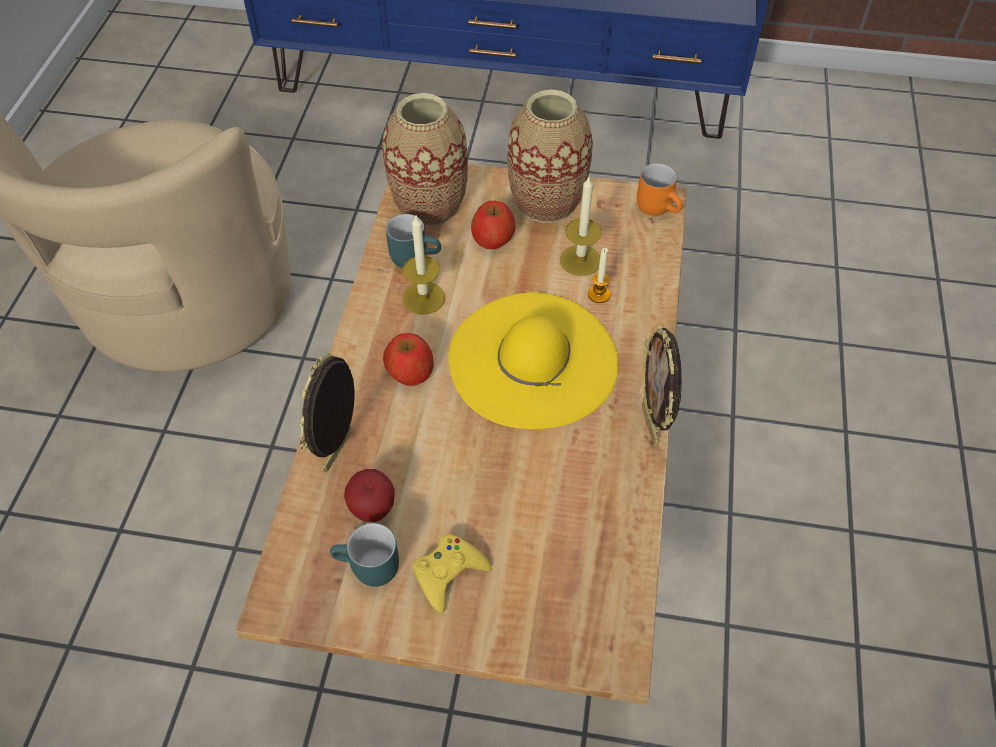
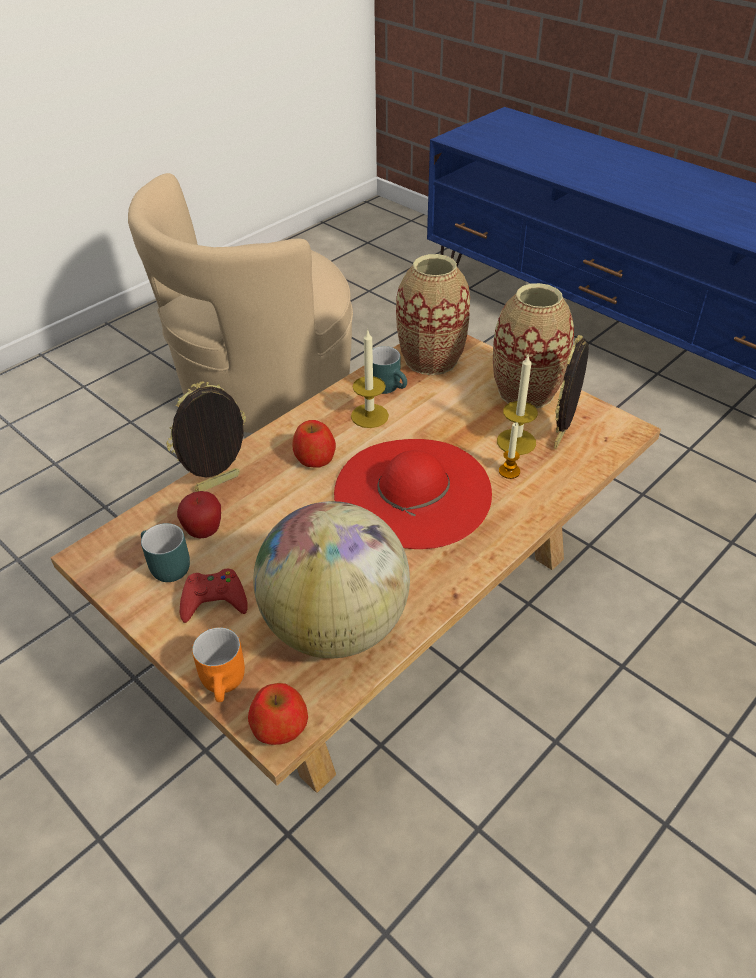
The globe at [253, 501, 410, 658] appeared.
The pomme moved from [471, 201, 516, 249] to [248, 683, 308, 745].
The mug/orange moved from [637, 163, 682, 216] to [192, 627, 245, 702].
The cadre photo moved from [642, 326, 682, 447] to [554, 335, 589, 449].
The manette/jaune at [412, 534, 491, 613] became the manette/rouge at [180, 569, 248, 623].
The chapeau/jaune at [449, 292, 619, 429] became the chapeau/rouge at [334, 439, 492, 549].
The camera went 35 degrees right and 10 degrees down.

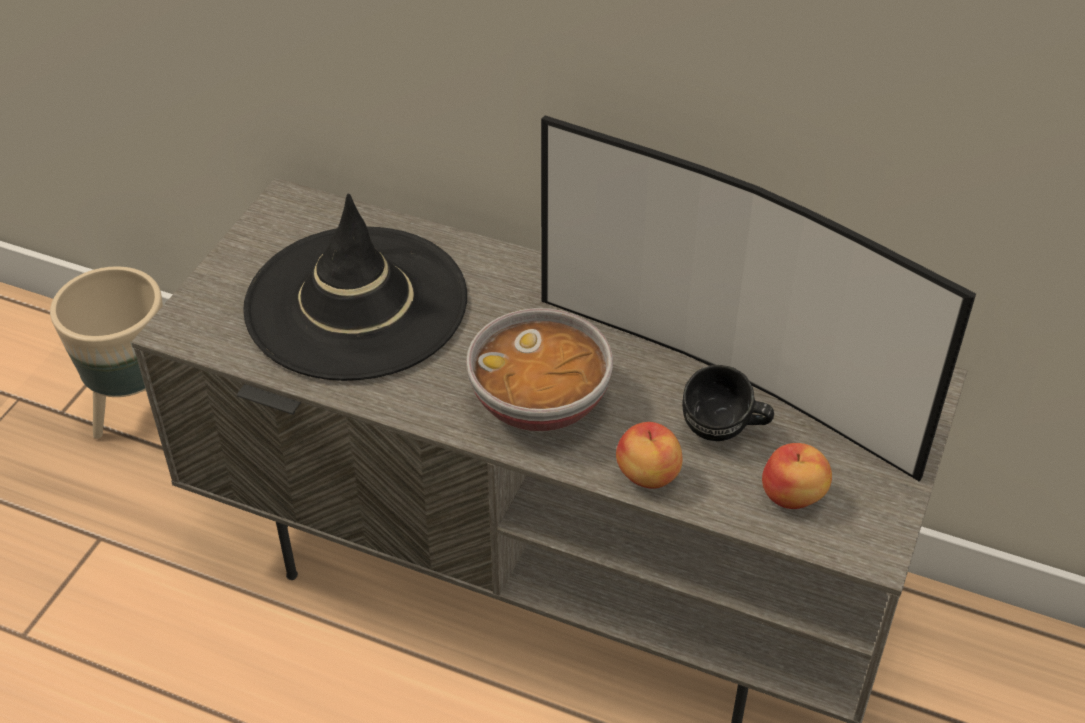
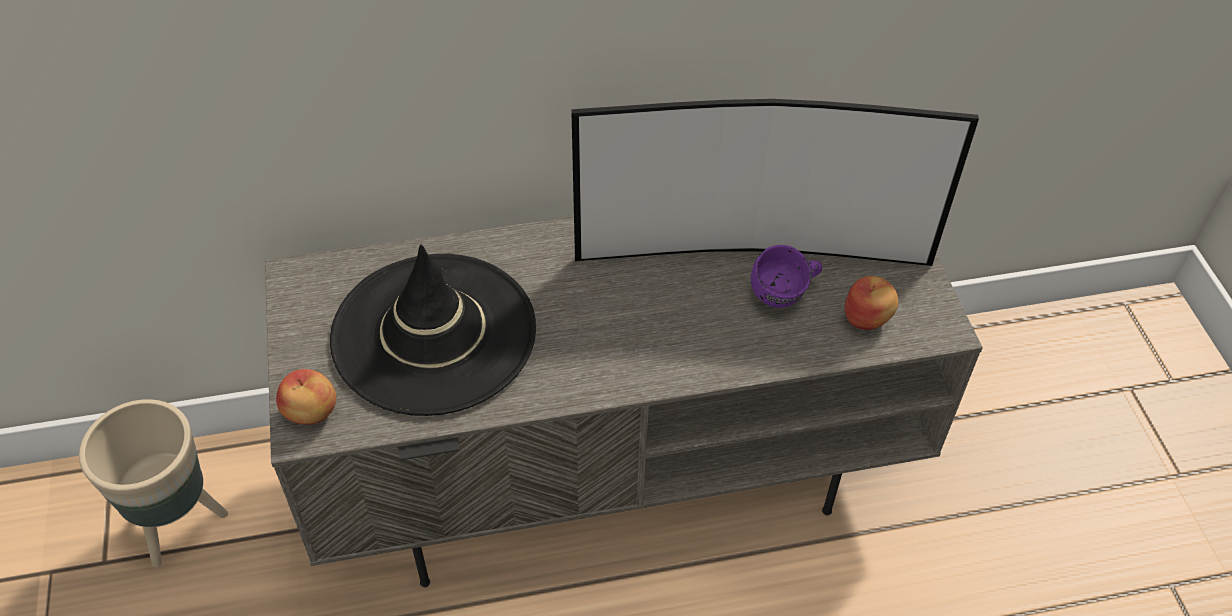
The bol at [466, 308, 613, 432] disappeared.
The pomme moved from [616, 422, 682, 489] to [276, 369, 337, 425].
The mug/noir at [682, 365, 774, 441] became the mug/violet at [751, 245, 822, 308].
The camera went 35 degrees left and 5 degrees up.

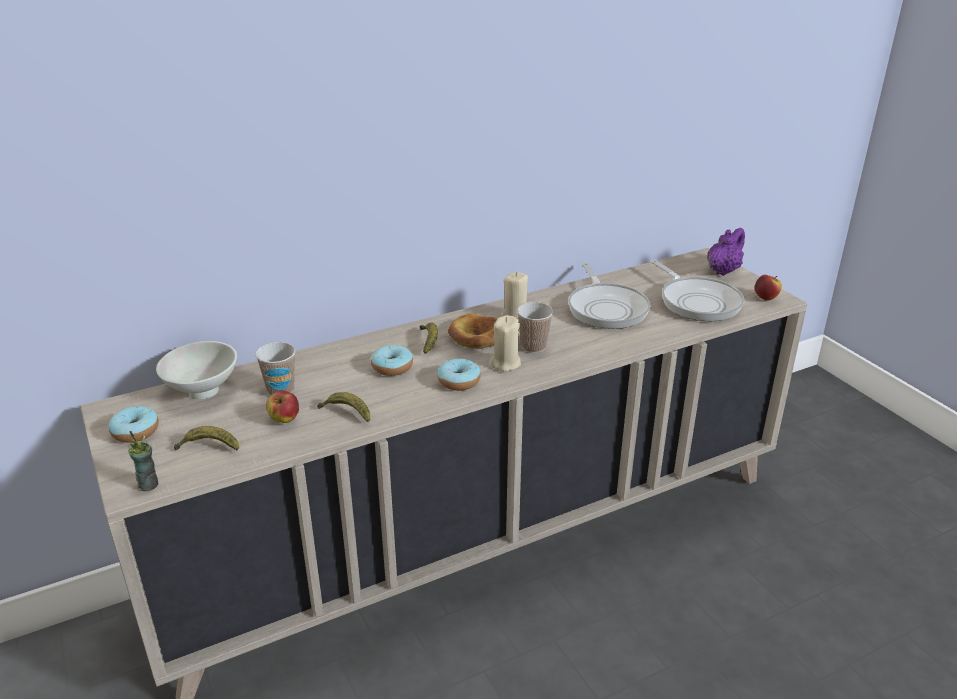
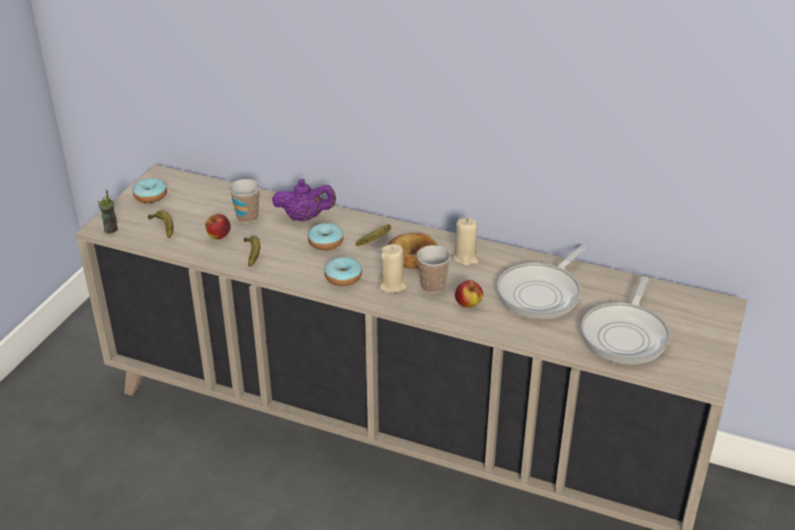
The bol/blanc at [156, 341, 237, 399] disappeared.
The théière/violet moved from [707, 228, 745, 276] to [272, 179, 336, 221].
The pomme moved from [755, 275, 782, 301] to [455, 280, 483, 308].
The camera went 50 degrees right and 5 degrees up.

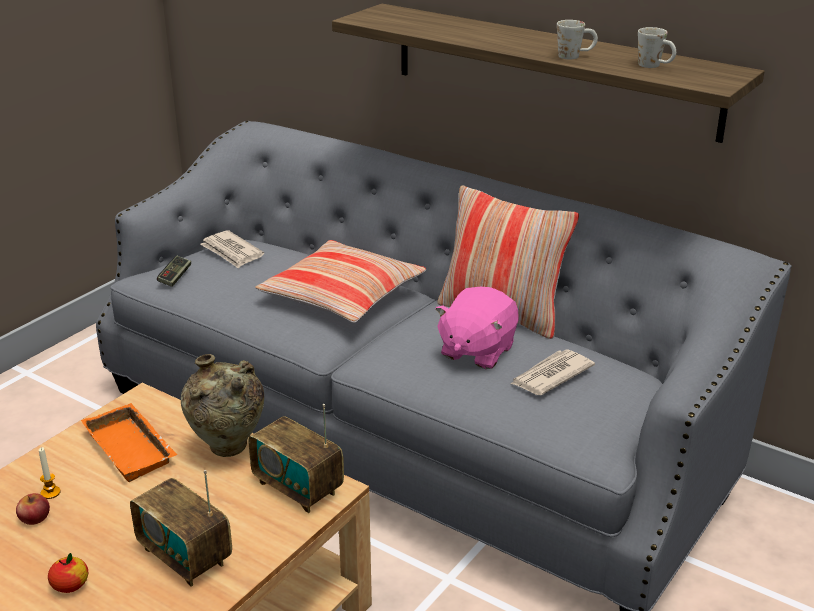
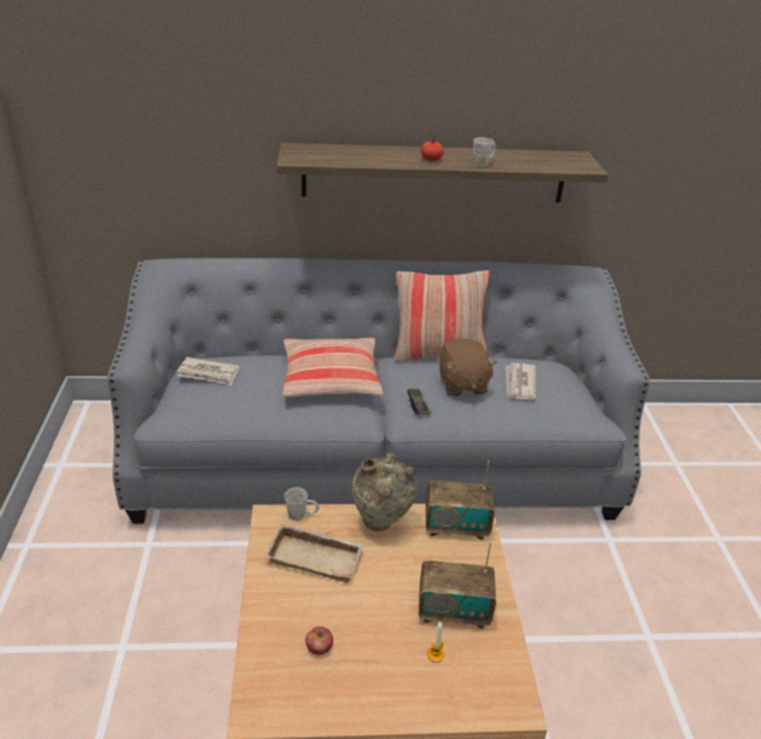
The bougie moved from [39, 447, 60, 499] to [427, 622, 444, 662].
The pomme moved from [48, 553, 88, 593] to [421, 136, 444, 161].
The manette moved from [157, 256, 191, 287] to [407, 388, 431, 415].
The mug/blanc moved from [638, 27, 676, 68] to [285, 487, 319, 521].
The plateau/orange at [81, 403, 178, 482] became the plateau/beige at [265, 524, 364, 583].
The peluche/rose at [435, 287, 519, 369] became the peluche/marron at [439, 338, 497, 397].
The camera went 40 degrees left and 5 degrees up.

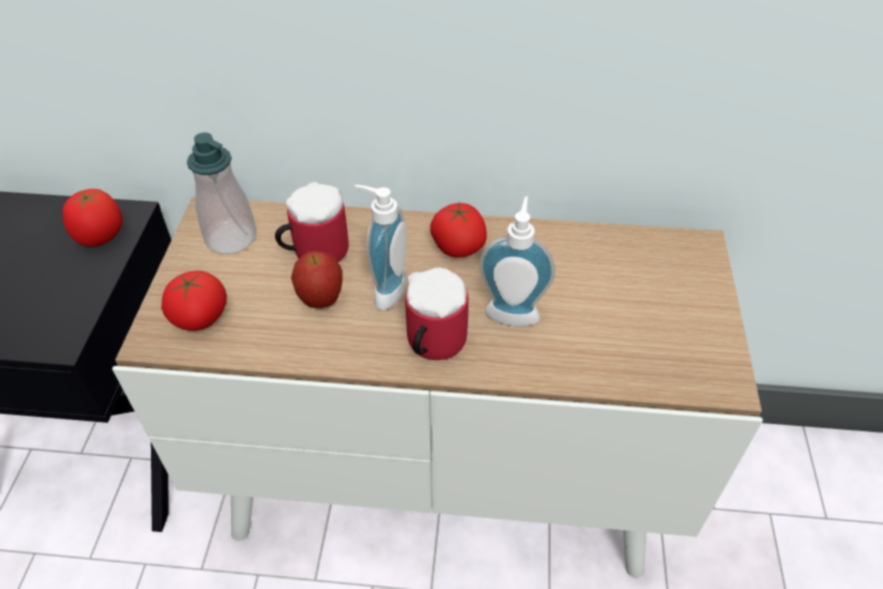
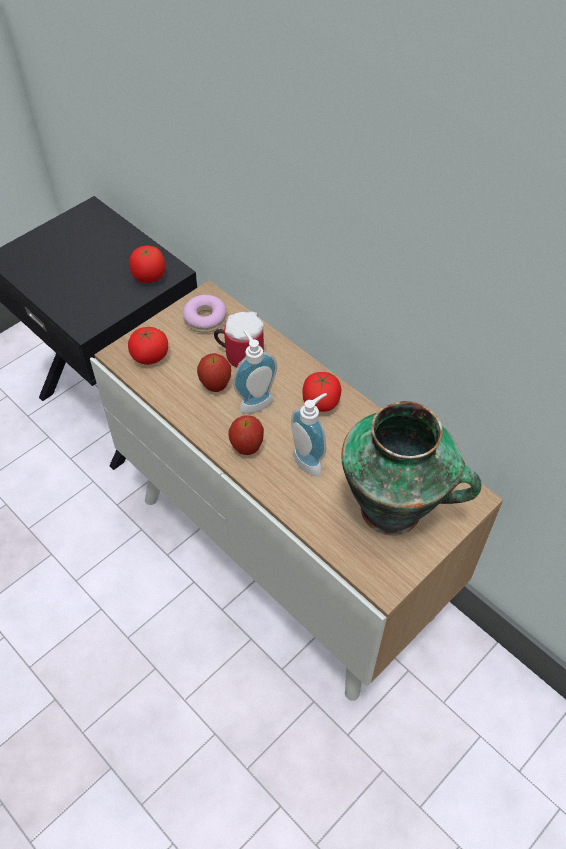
The vase at [341, 401, 482, 535] appeared.
The distributeur de savon at [187, 133, 257, 254] was replaced by the beignet at [183, 295, 226, 333].
The mug at [405, 267, 469, 360] was replaced by the pomme at [228, 415, 264, 455].
The camera went 40 degrees right and 5 degrees up.

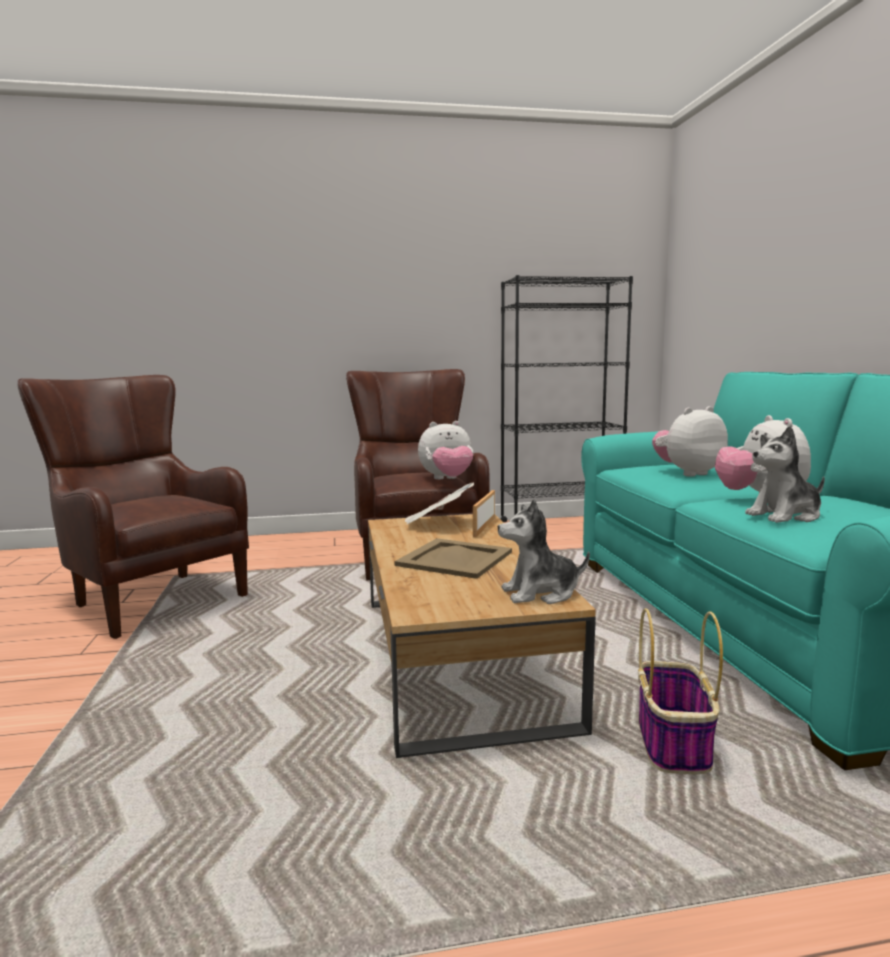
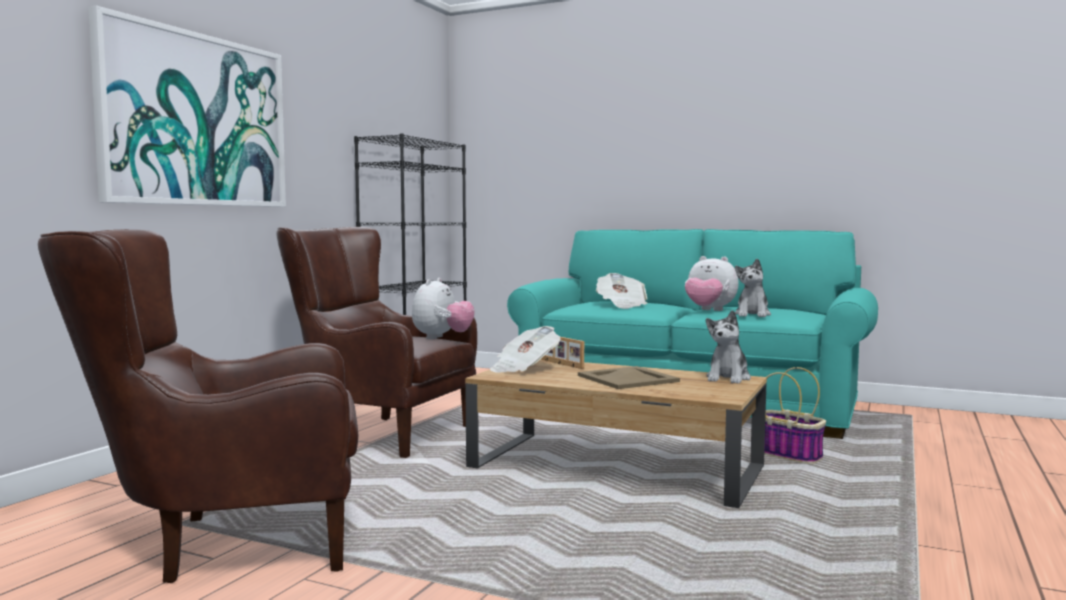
The tableau at [88, 6, 286, 207] appeared.
The peluche at [652, 406, 728, 477] was replaced by the journal at [596, 273, 647, 309].
The camera went 55 degrees left and 5 degrees down.

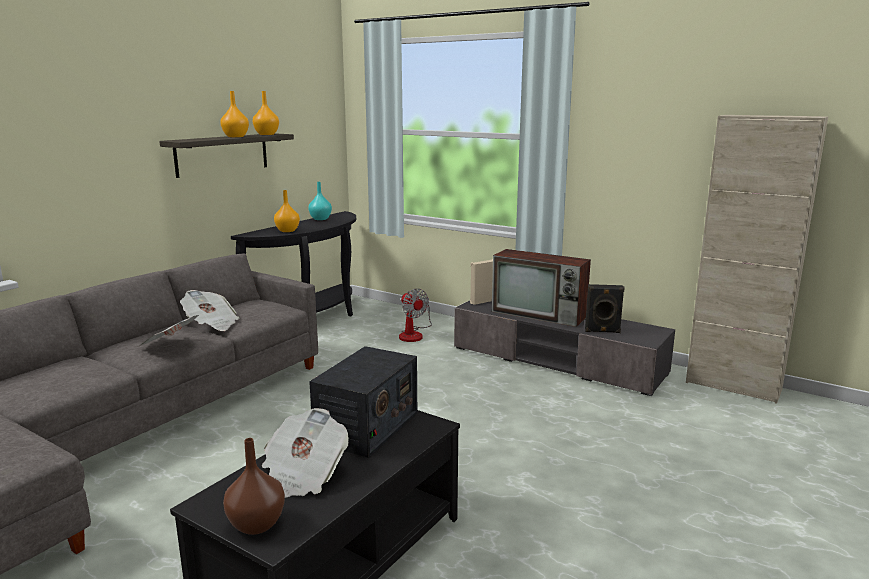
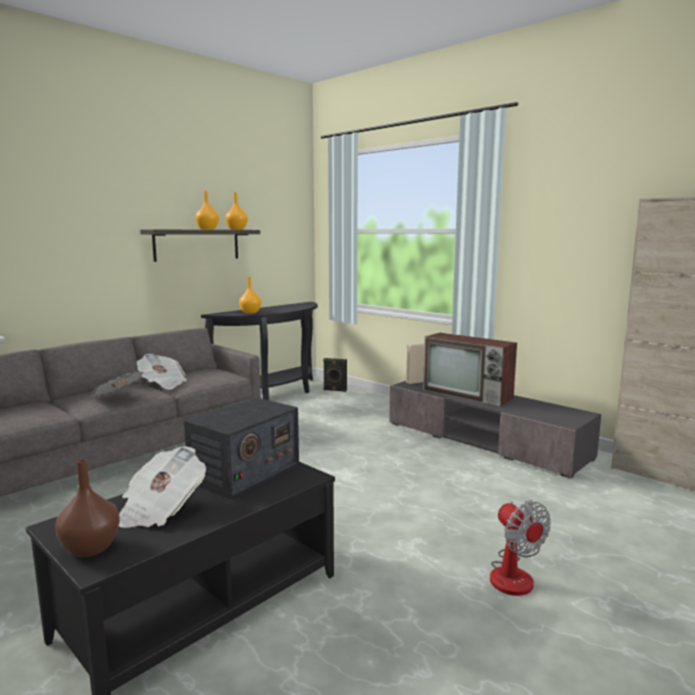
The vase/turquoise at [308, 182, 332, 220] disappeared.
The ventilateur moved from [399, 289, 432, 342] to [490, 499, 551, 596].
The enceinte/noir moved from [585, 284, 625, 333] to [323, 358, 347, 392].
The camera went 10 degrees right and 5 degrees down.

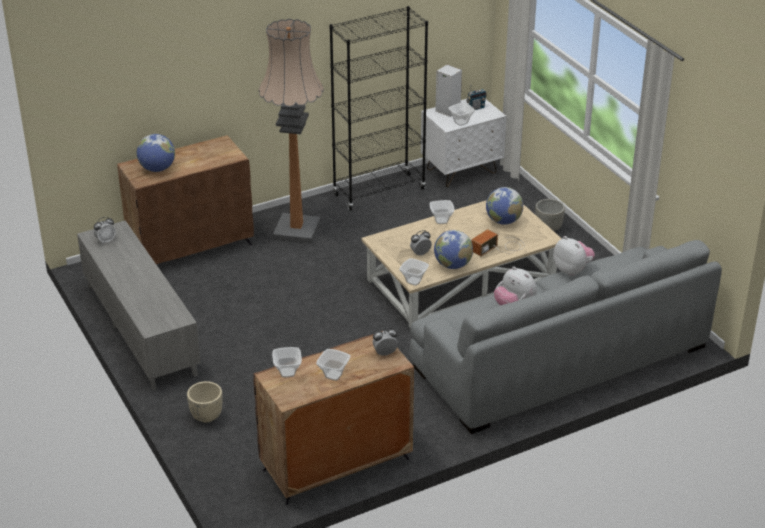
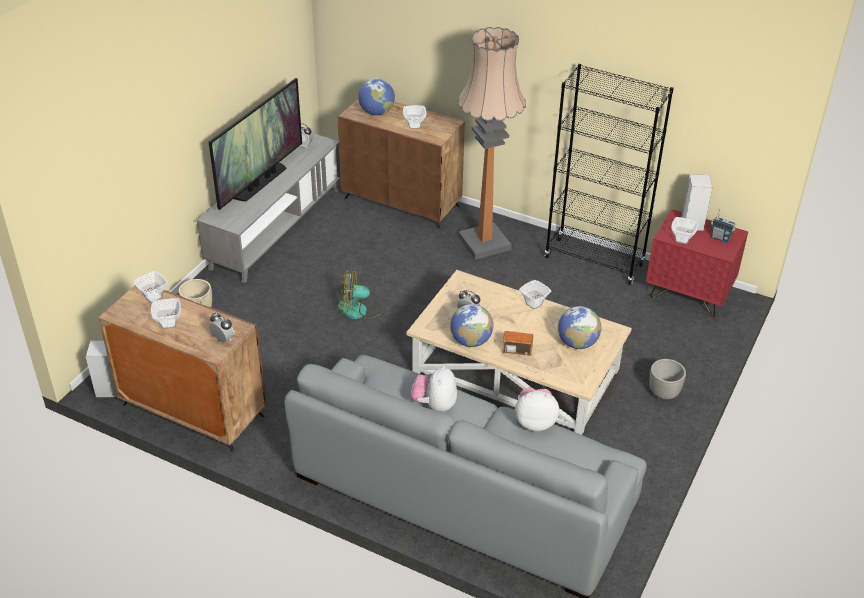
The enceinte at [86, 340, 117, 397] appeared.
The téléviseur at [209, 78, 302, 210] appeared.
The ventilateur at [338, 269, 383, 319] appeared.
The bol moved from [399, 258, 429, 286] to [403, 105, 427, 129].
The table de chevet/blanc at [421, 99, 506, 187] became the table de chevet/rouge at [646, 209, 748, 317].
The peluche at [553, 236, 595, 276] turned 105 degrees counterclockwise.
The camera went 55 degrees right and 5 degrees up.

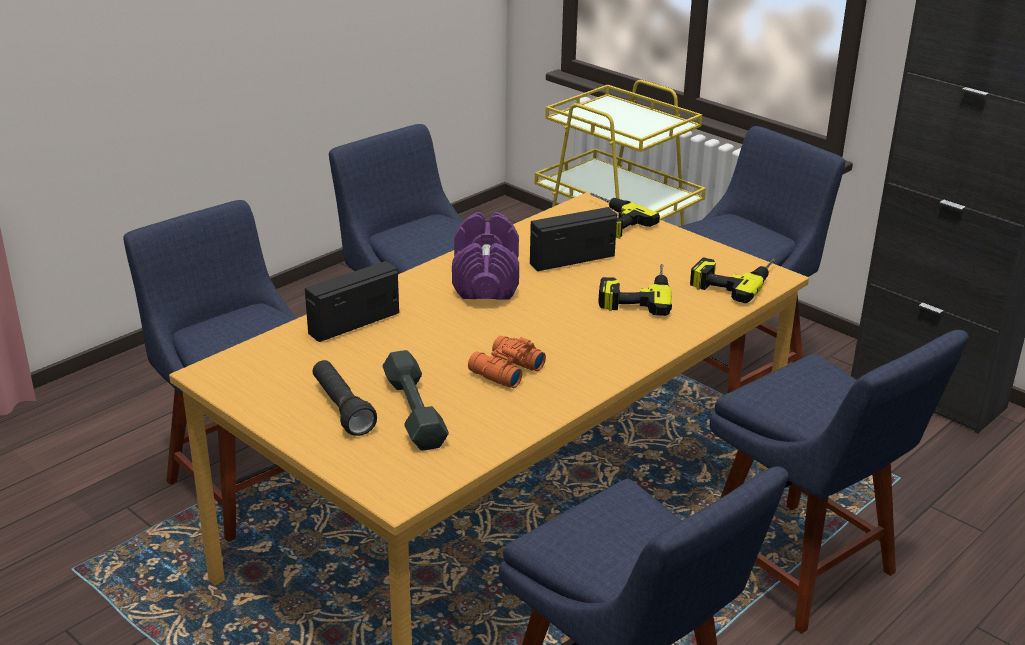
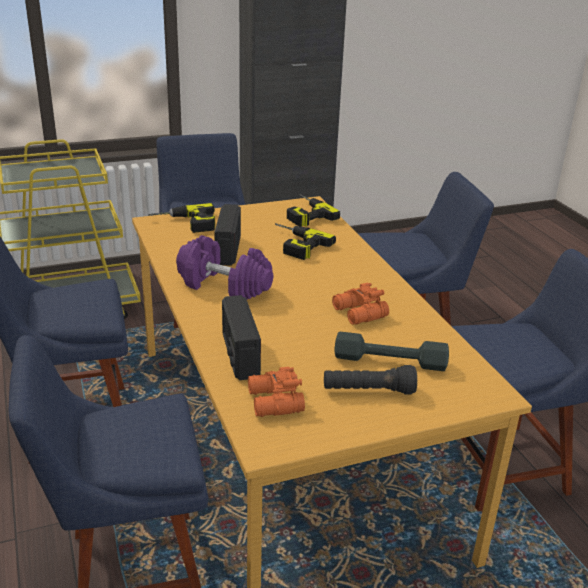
The jumelles/orange at [248, 367, 305, 417] appeared.
The camera went 65 degrees left and 0 degrees up.

